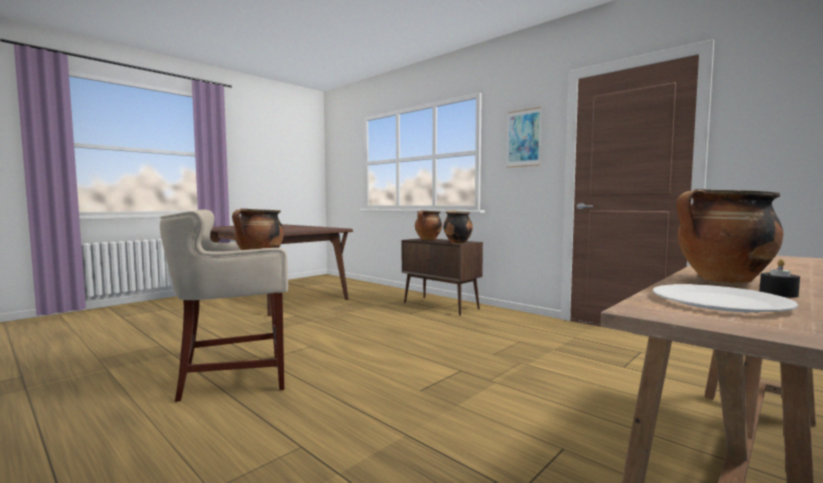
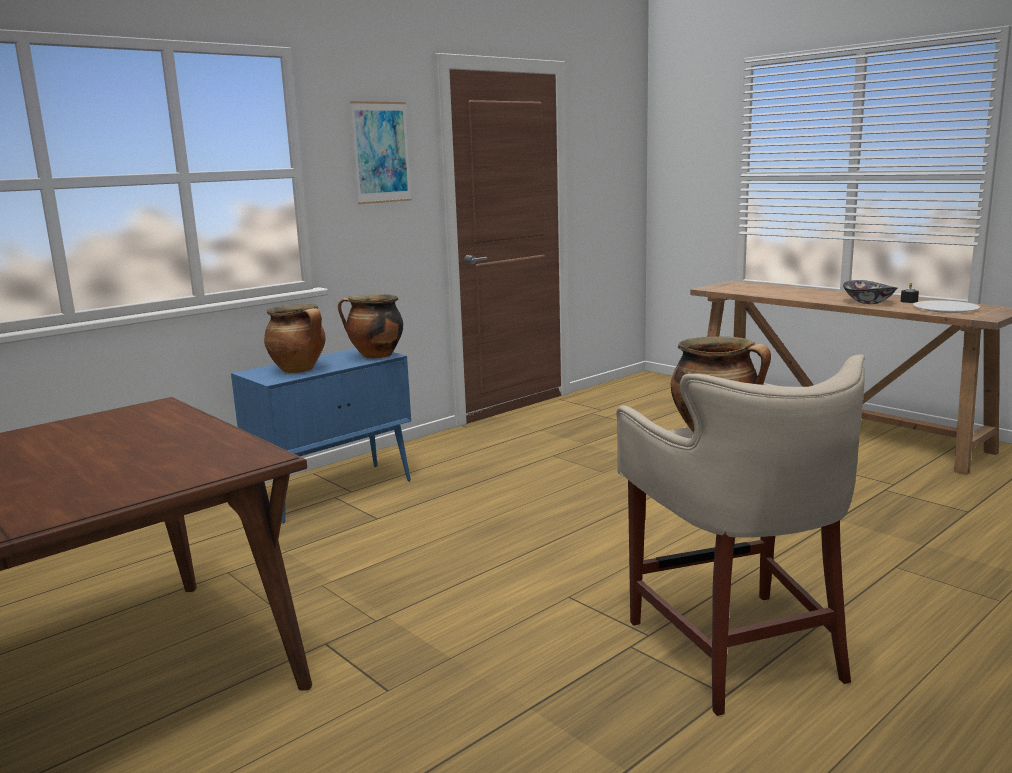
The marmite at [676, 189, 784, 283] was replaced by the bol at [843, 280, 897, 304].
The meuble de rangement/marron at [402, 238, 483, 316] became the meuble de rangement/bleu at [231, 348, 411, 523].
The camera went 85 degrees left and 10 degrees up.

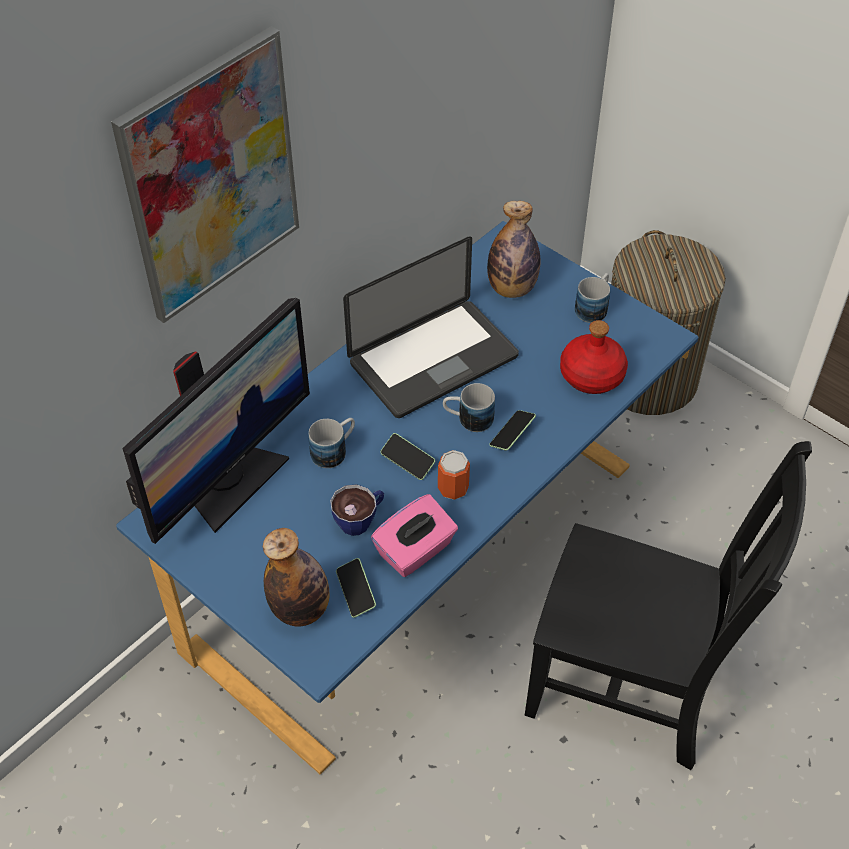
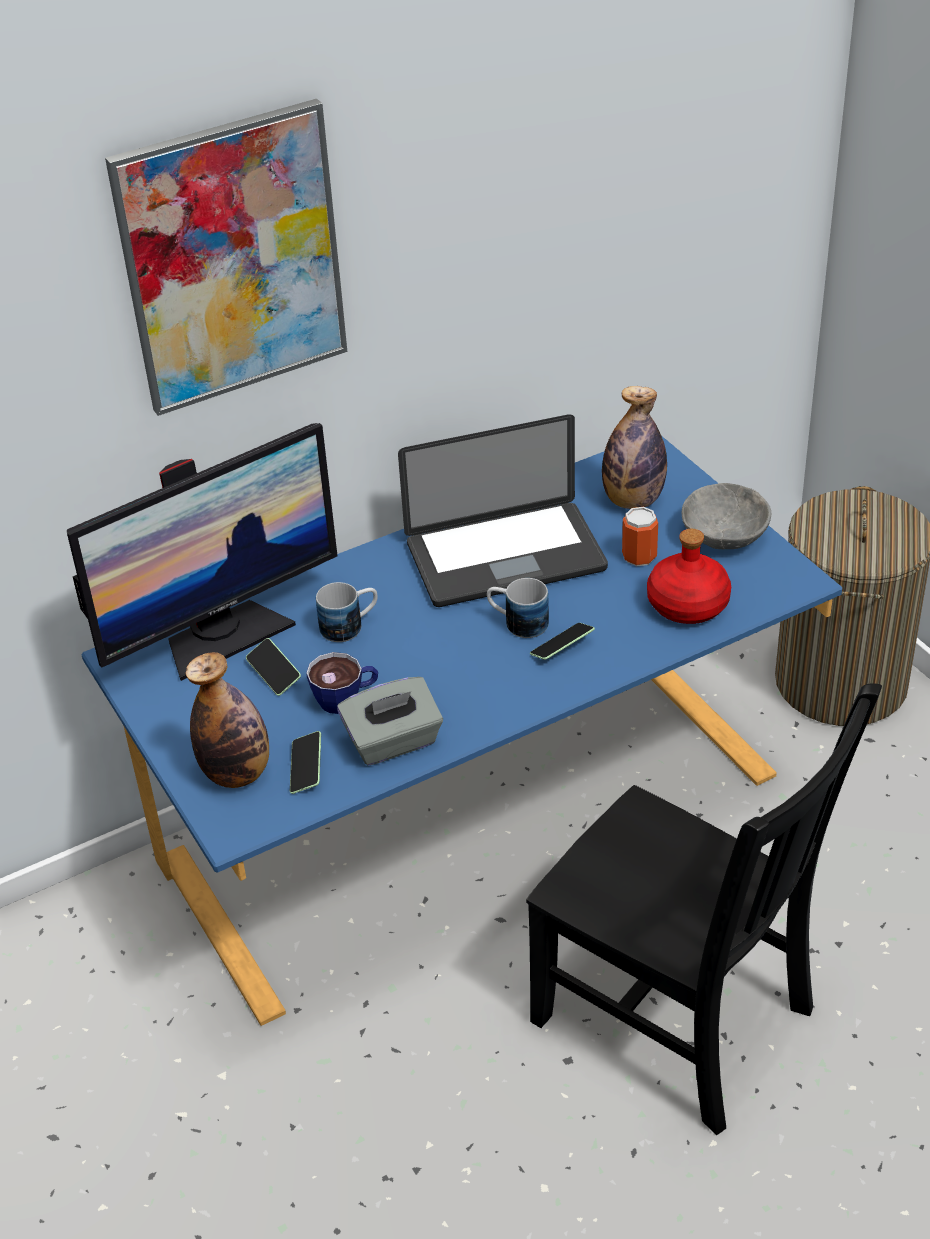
The téléphone moved from [380, 433, 435, 480] to [246, 638, 301, 696].
The boîte métallique moved from [438, 450, 470, 500] to [622, 507, 658, 566].
The mug at [575, 273, 610, 323] was replaced by the bol/gris at [682, 483, 771, 549].
The boîte à mouchoirs/rose at [371, 494, 458, 577] became the boîte à mouchoirs/gris at [337, 677, 443, 766].
The camera went 20 degrees right and 10 degrees down.

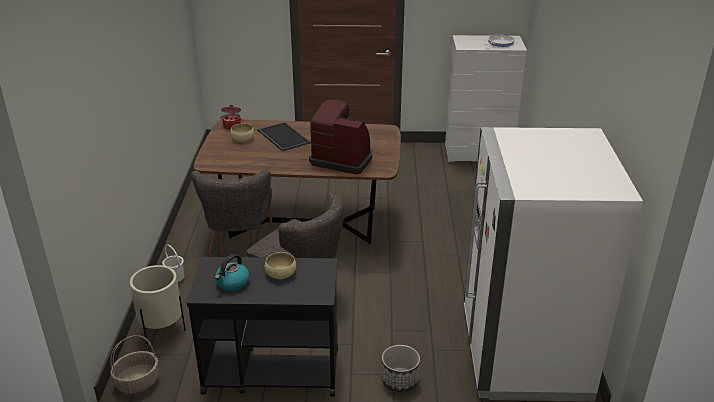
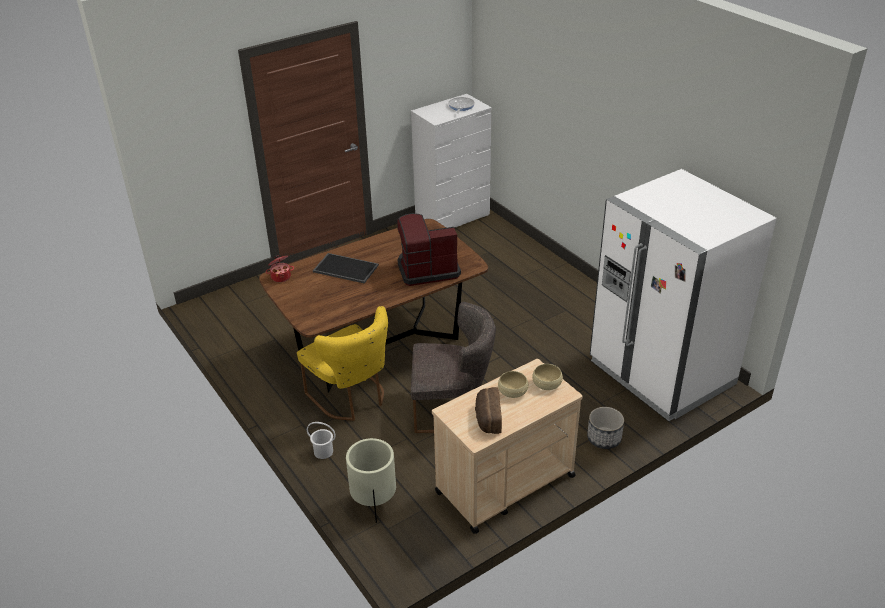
The panier at [110, 335, 159, 393] disappeared.
The bol/beige moved from [230, 123, 254, 141] to [532, 364, 563, 390].
The bouilloire at [215, 254, 249, 291] was replaced by the pain at [475, 387, 502, 434].
The chariot/noir at [187, 257, 338, 397] became the chariot/beige at [432, 359, 583, 534].
The chaise/gris at [191, 169, 273, 257] became the chaise/jaune at [297, 306, 388, 421].
The camera went 35 degrees left and 5 degrees up.

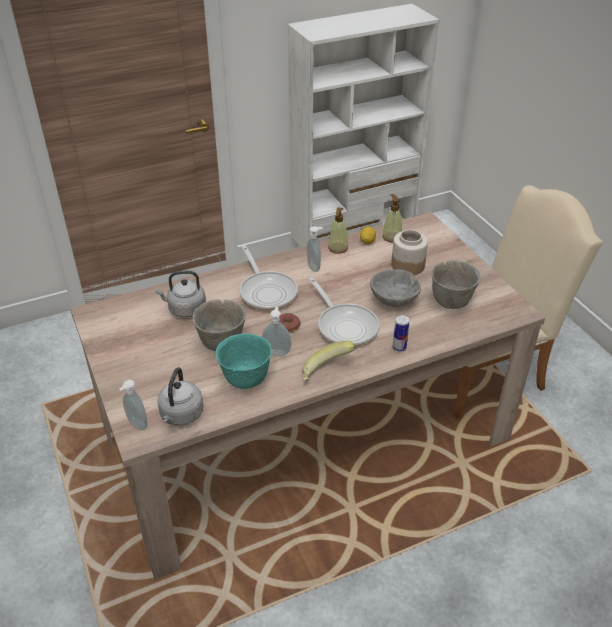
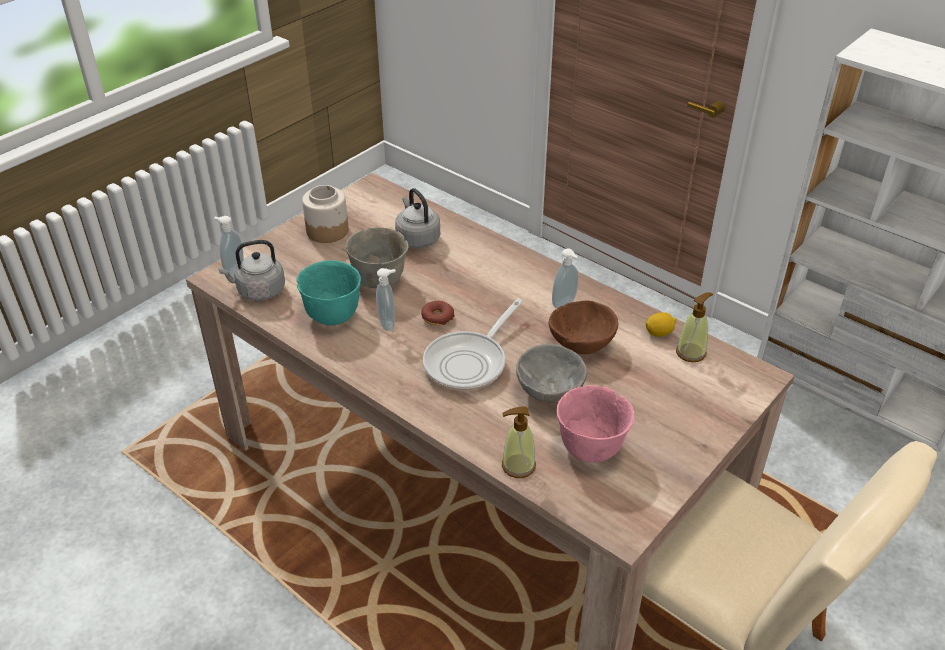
The poêle at [240, 245, 298, 310] disappeared.
The banane at [302, 341, 356, 381] disappeared.
The boîte métallique at [392, 315, 410, 352] disappeared.
The bol/marron at [548, 301, 618, 354] appeared.
The distributeur de savon moved from [328, 207, 348, 254] to [502, 407, 536, 478].
The bocal moved from [391, 230, 428, 275] to [302, 185, 349, 243].
The bol/gris at [432, 260, 481, 309] became the bol/rose at [557, 385, 634, 462].
The camera went 65 degrees right and 0 degrees up.

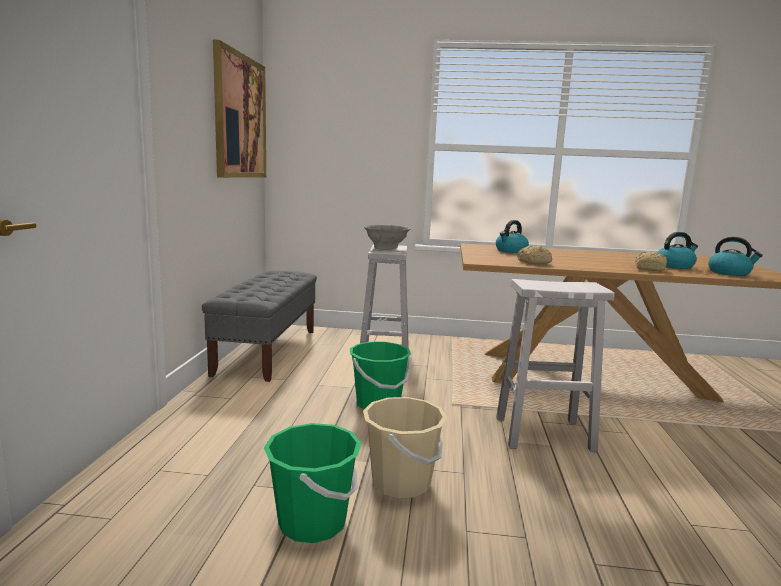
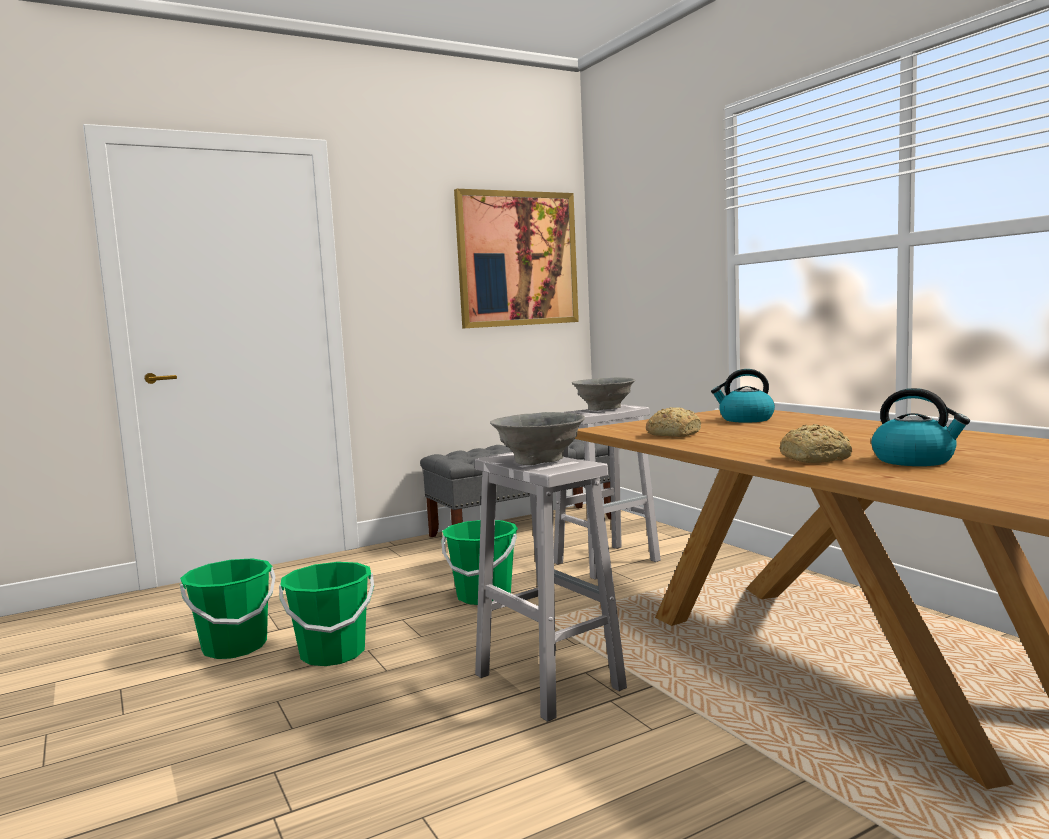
The bouilloire at [708, 237, 763, 276] disappeared.
The bol/gris at [490, 412, 585, 465] appeared.
The seau/beige at [363, 397, 447, 498] became the seau/vert at [279, 562, 374, 666].
The camera went 55 degrees right and 5 degrees down.

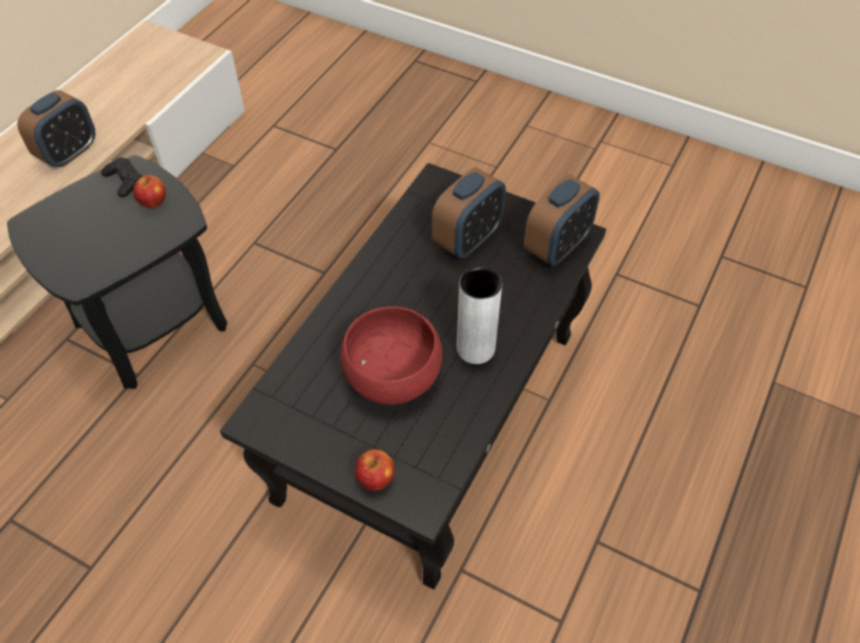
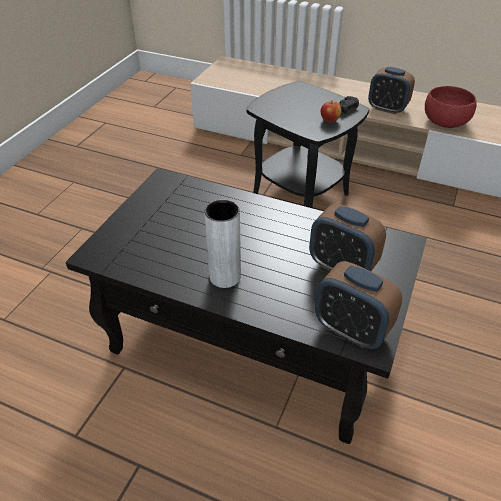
The pomme at [355, 449, 394, 491] disappeared.
The bol/rouge moved from [341, 306, 443, 405] to [425, 86, 477, 128].
The camera went 85 degrees right and 10 degrees down.

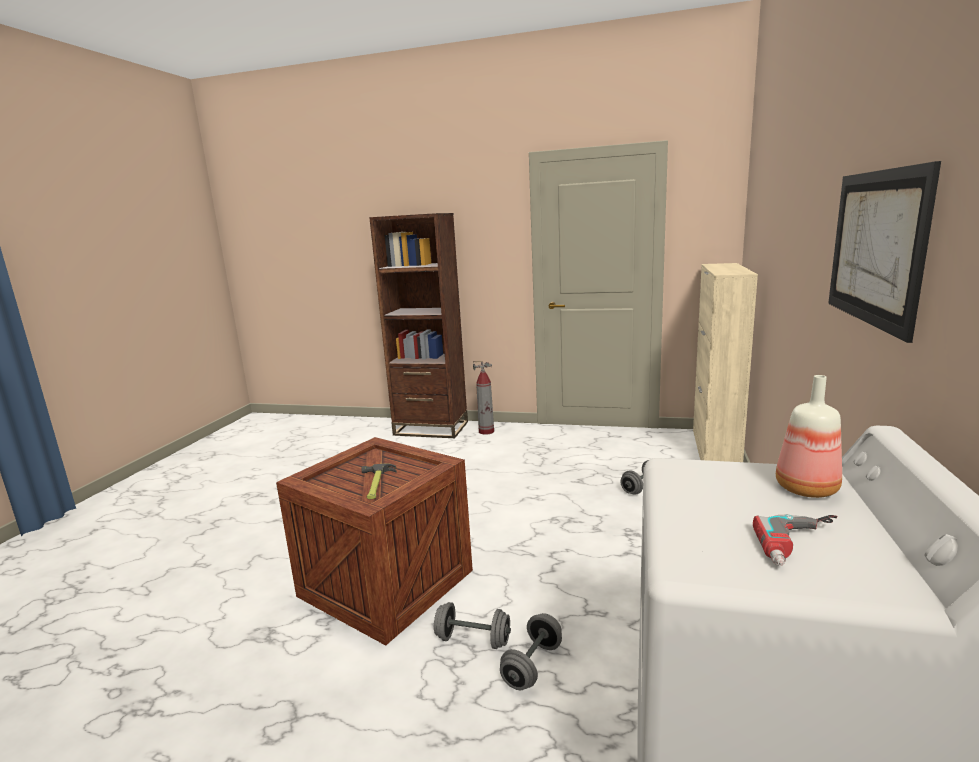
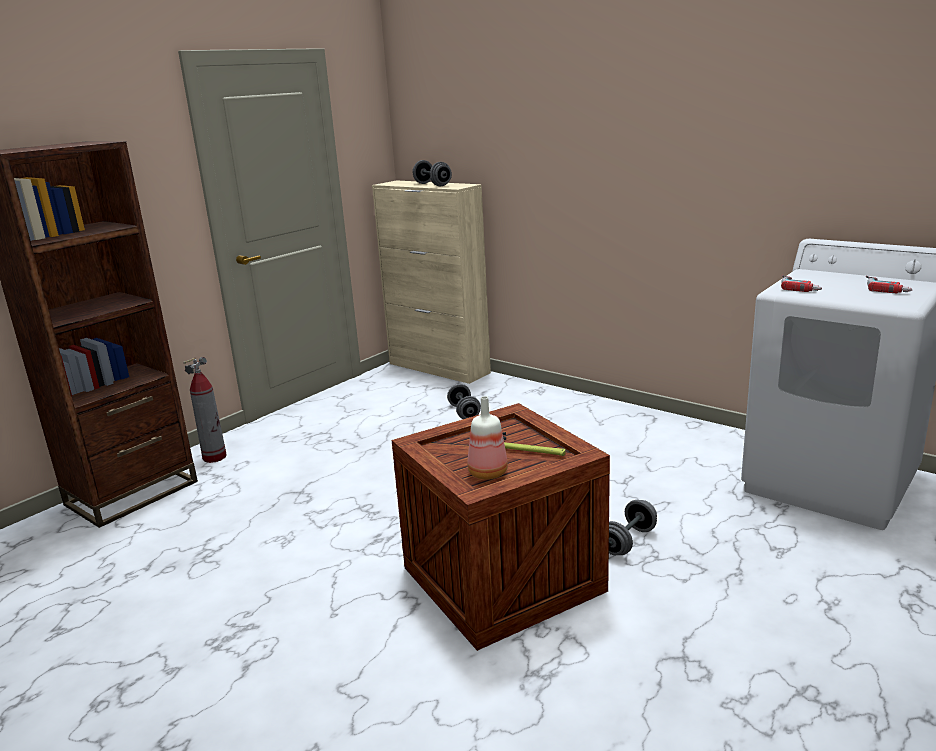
The tableau at [828, 161, 941, 343] disappeared.
The perceuse at [781, 275, 822, 292] appeared.
The haltère/gris moved from [500, 613, 562, 690] to [412, 160, 452, 186].
The bouteille moved from [776, 375, 842, 498] to [467, 396, 508, 480].
The camera went 65 degrees left and 5 degrees up.

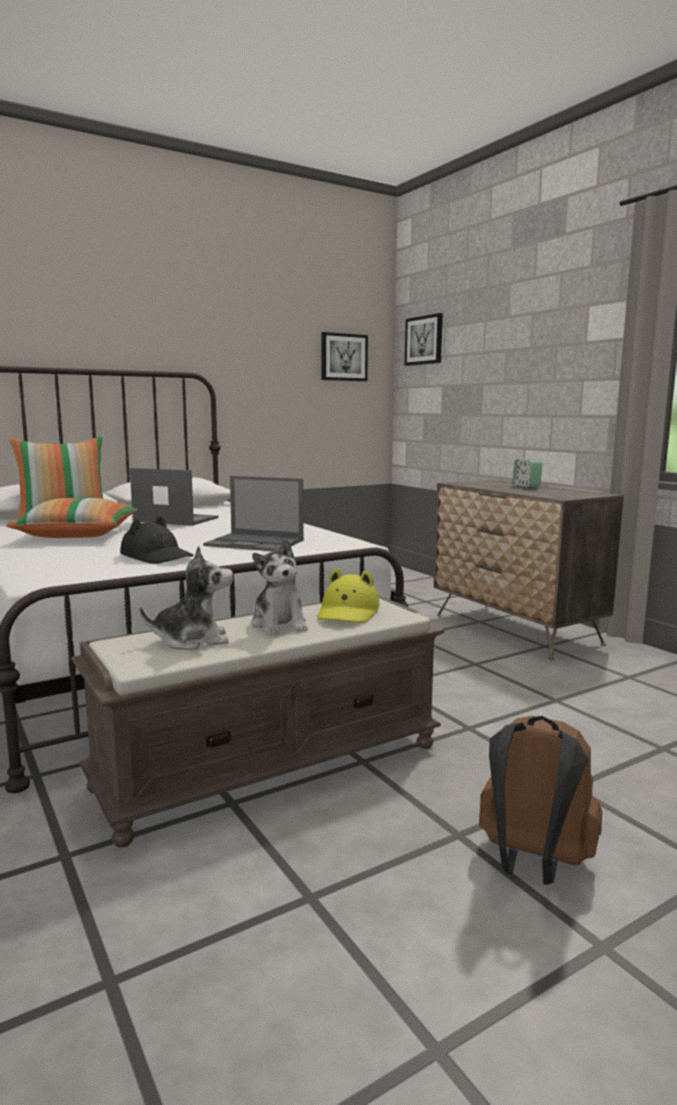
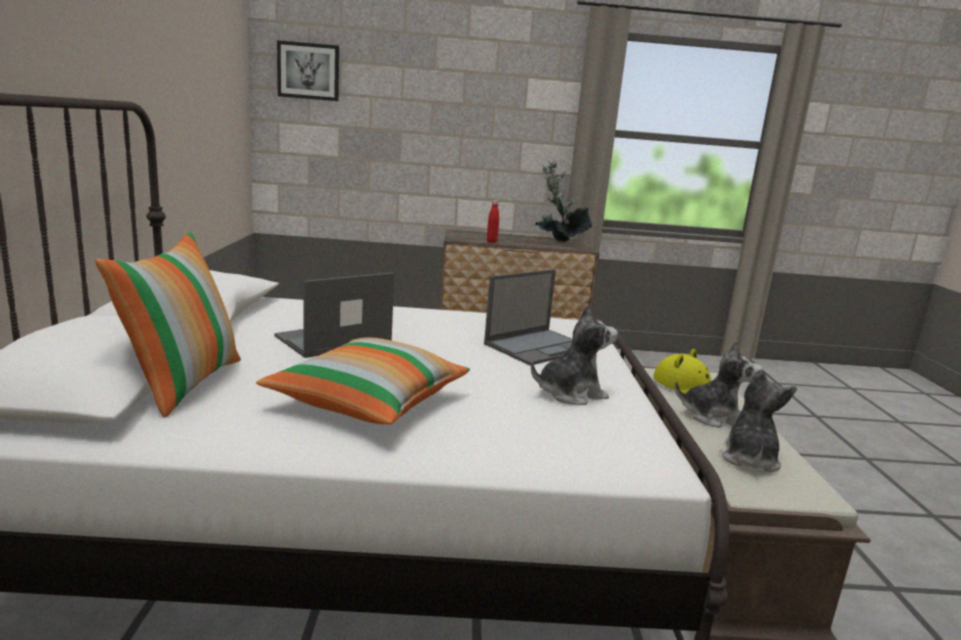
The tableau at [322, 332, 368, 381] disappeared.
The sac à dos/marron at [479, 716, 602, 885] disappeared.
The réveil at [513, 459, 542, 487] disappeared.
The bouteille/rouge at [487, 200, 499, 243] appeared.
The plante en pot at [535, 160, 593, 242] appeared.
The chapeau/noir at [120, 516, 194, 564] was replaced by the peluche at [531, 304, 618, 405].
The camera went 60 degrees left and 5 degrees up.

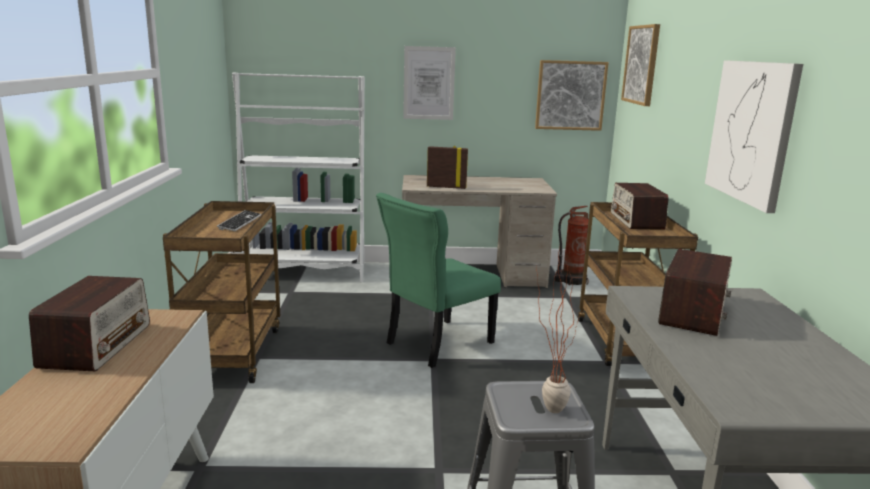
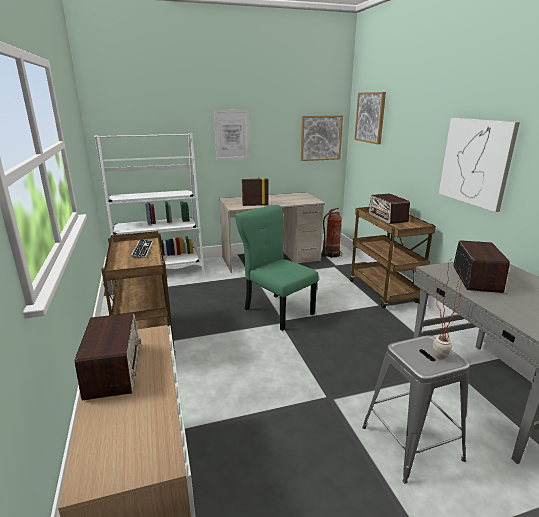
The chaise/vert at [376, 193, 501, 368] turned 105 degrees clockwise.
The camera went 15 degrees left and 5 degrees up.

